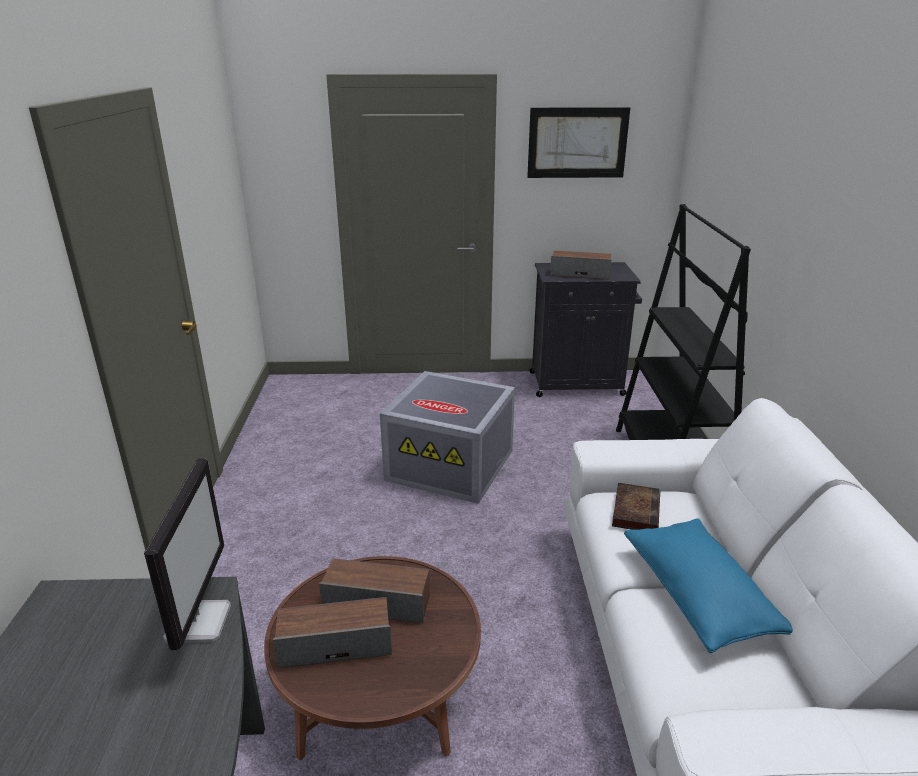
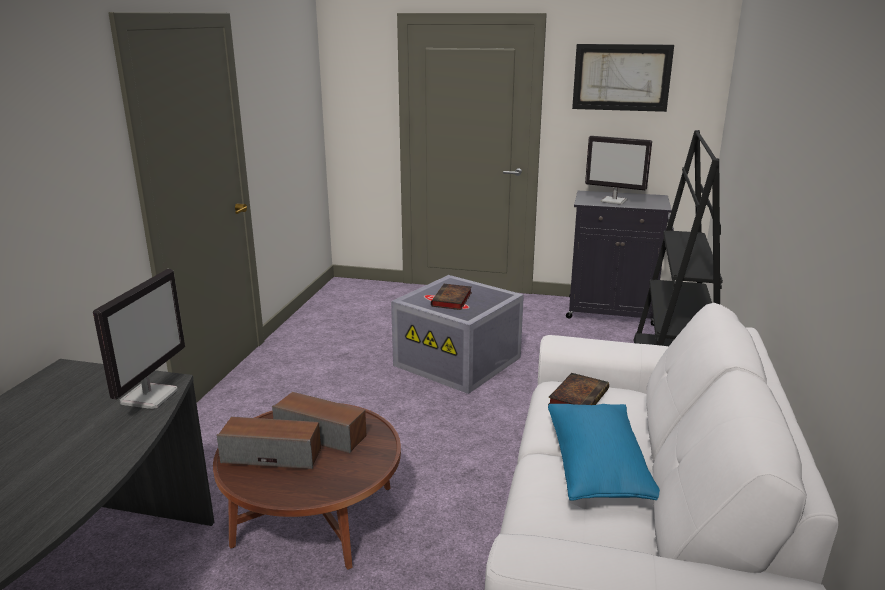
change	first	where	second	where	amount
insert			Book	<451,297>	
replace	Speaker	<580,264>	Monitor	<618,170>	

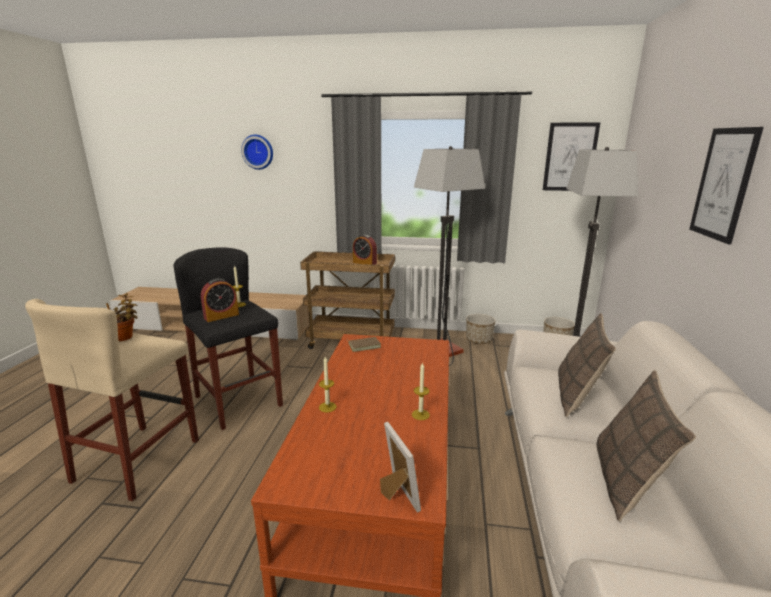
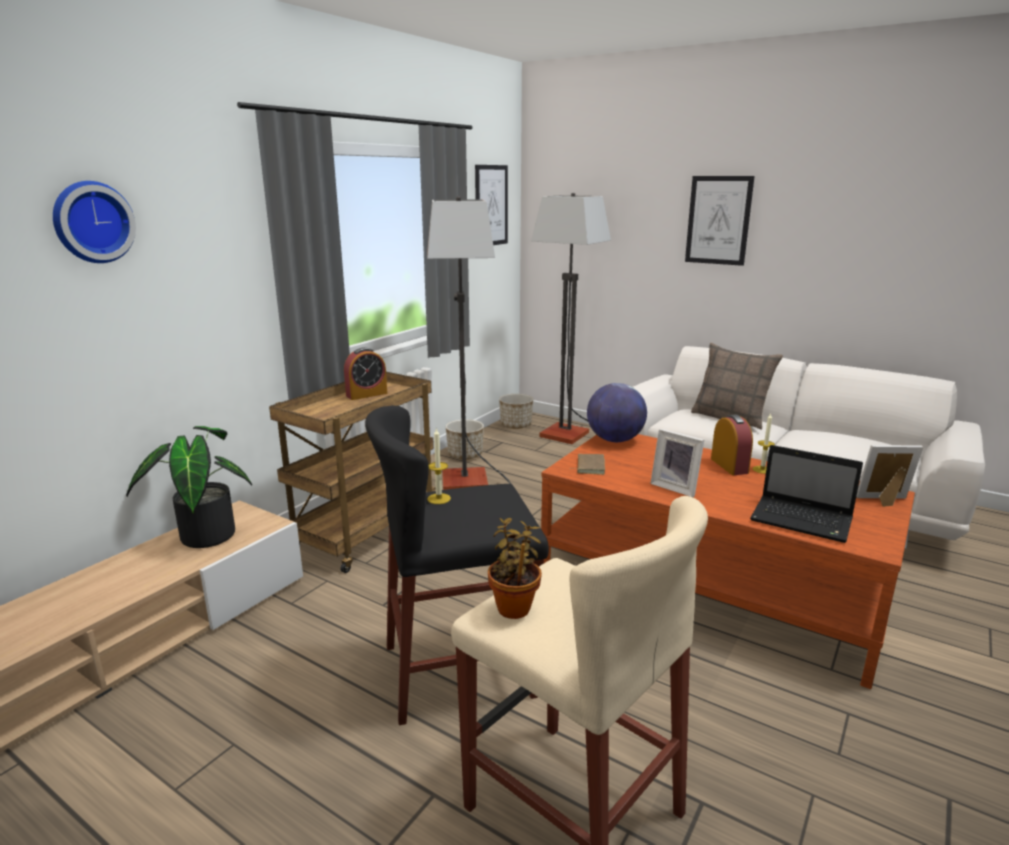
change	first	where	second	where	amount
delete	Candle	<328,385>			
delete	Pillow	<646,446>			
insert			PottedPlant	<189,487>	
insert			Globe	<617,412>	
insert			PictureFrame	<677,462>	
insert			Laptop	<806,494>	
move	AlarmClock	<220,300>		<732,445>	

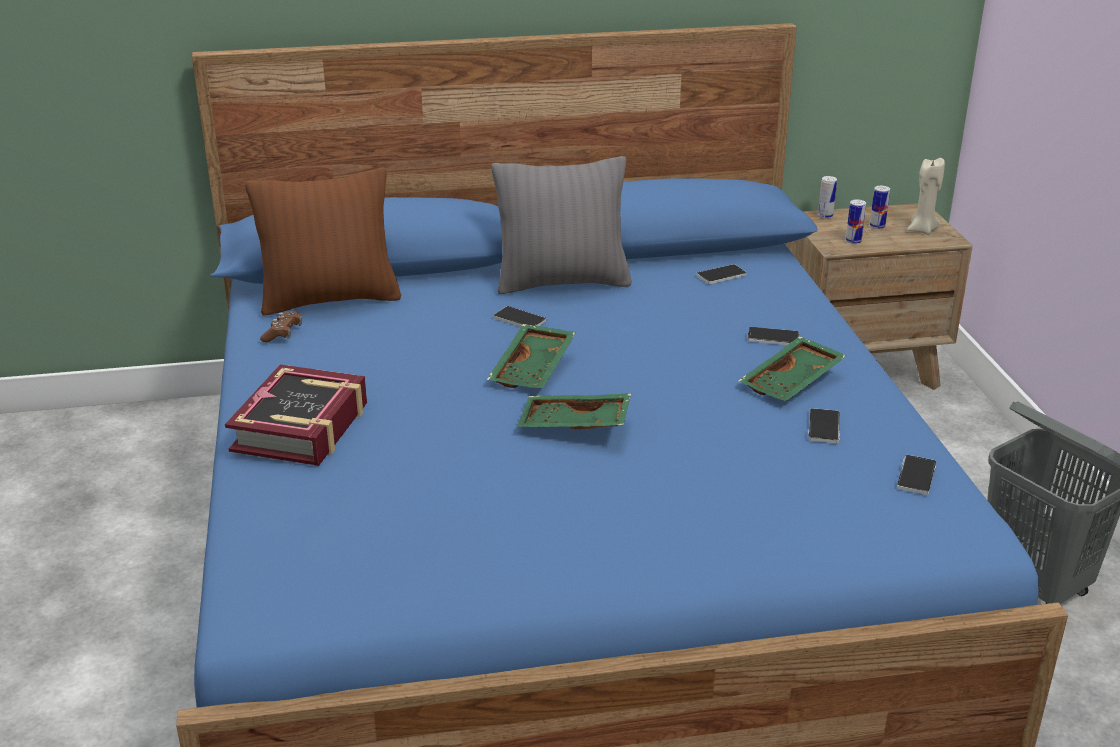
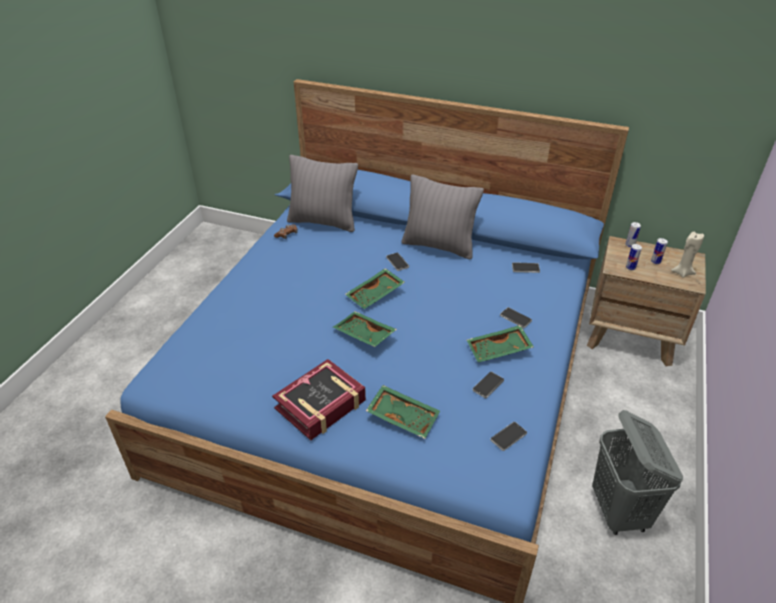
change	first	where	second	where	amount
insert			GreenTray	<403,412>	
move	Book	<296,415>		<319,399>	
recolor	BrownPillow	<323,242>	GreyPillow	<322,193>	

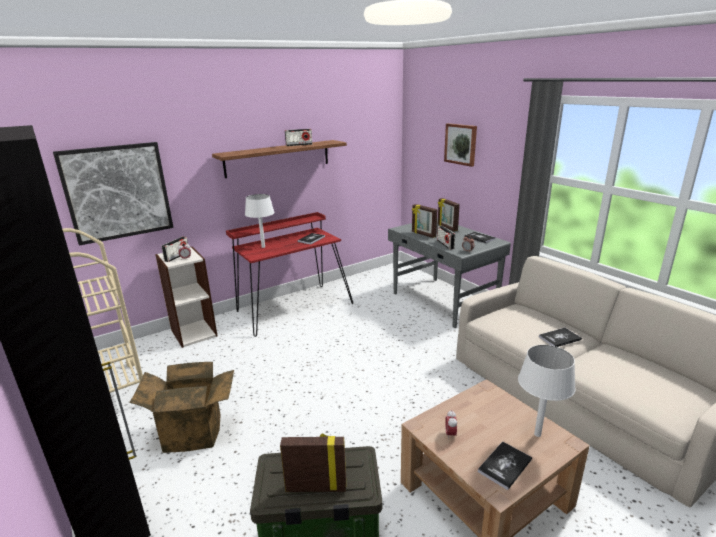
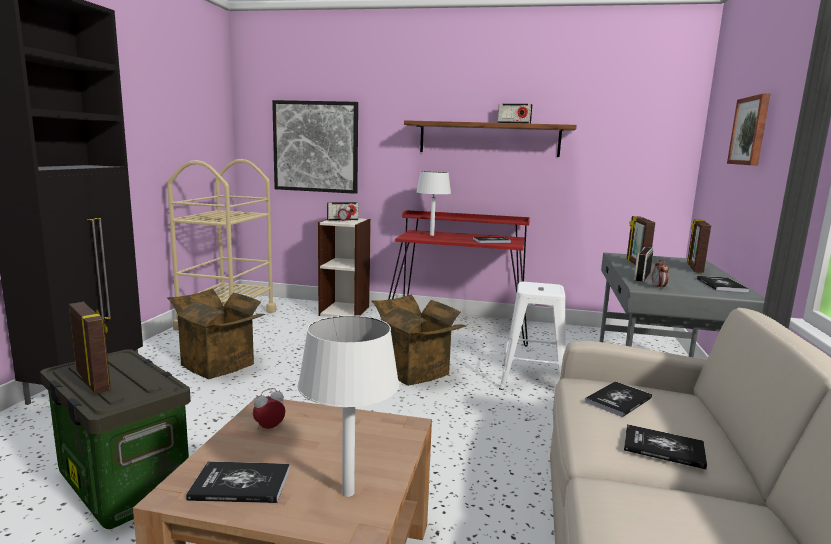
change	first	where	second	where	amount
insert			CardboardBox	<419,340>	
insert			WhiteStool	<532,336>	
insert			Book	<618,399>	

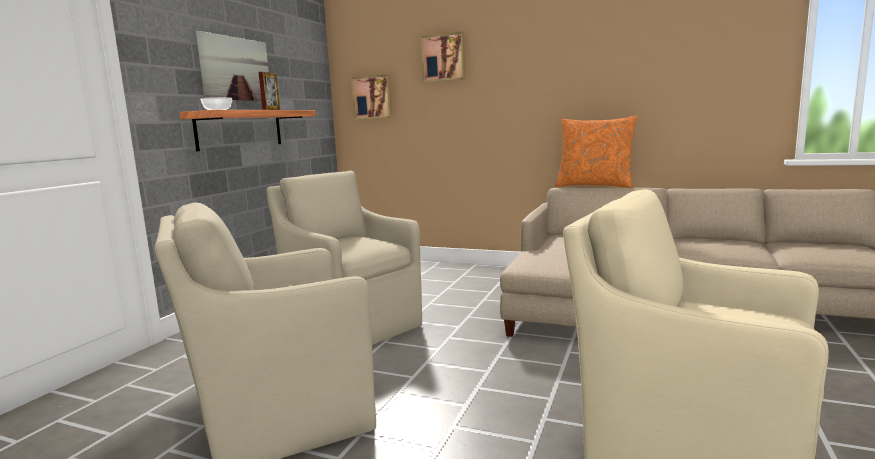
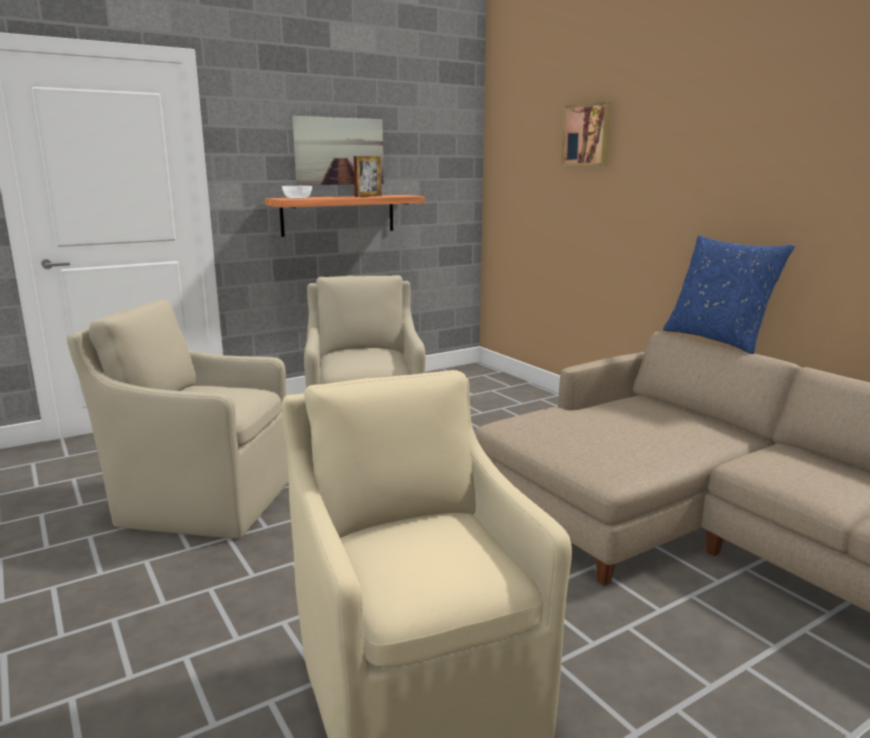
change	first	where	second	where	amount
delete	Picture	<372,97>			
recolor	OrangePillow	<596,152>	BluePillow	<729,294>	

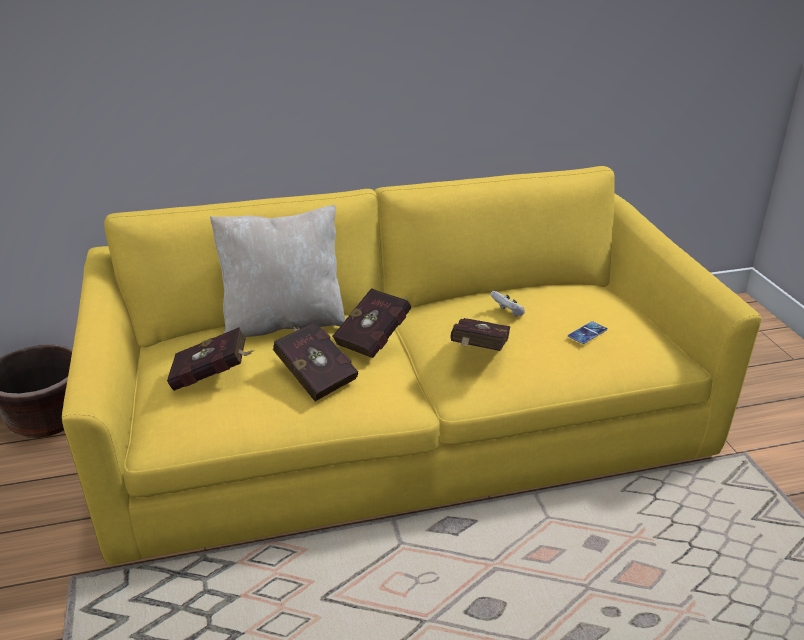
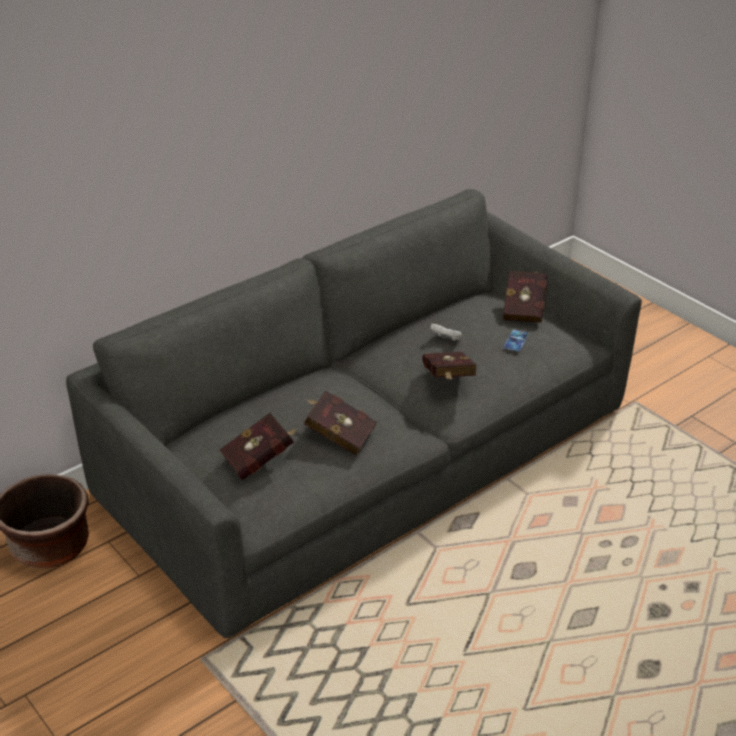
change	first	where	second	where	amount
delete	BeigePillow	<278,271>			
move	RedBook	<371,323>		<525,296>	
recolor	YellowSofa	<412,365>	GreySofa	<354,413>	

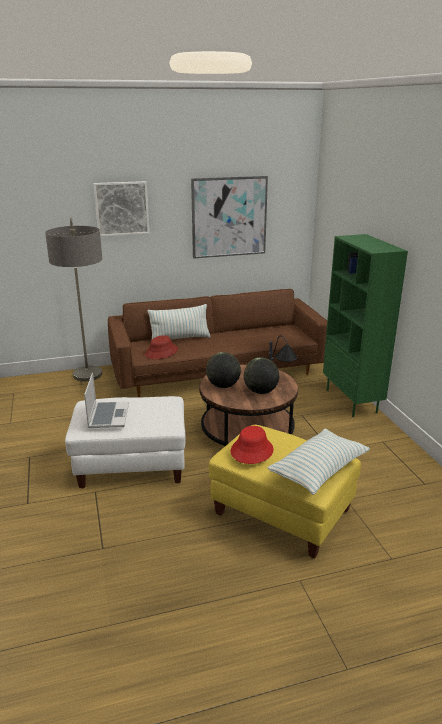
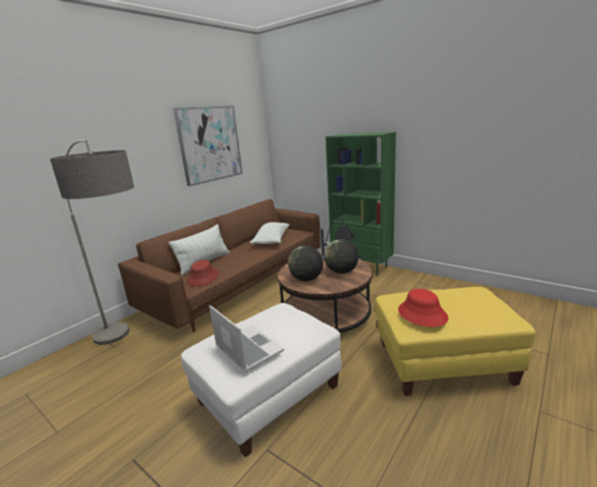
change	first	where	second	where	amount
delete	Picture	<121,209>			
move	Pillow	<318,462>		<269,233>	

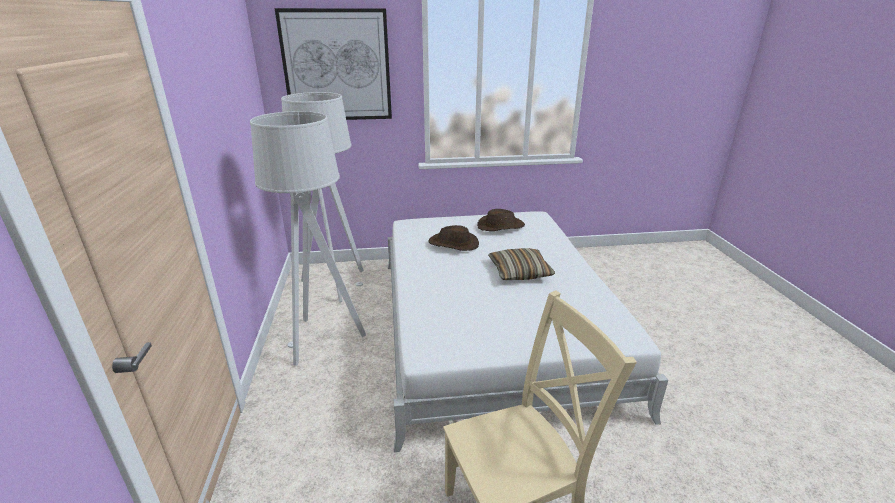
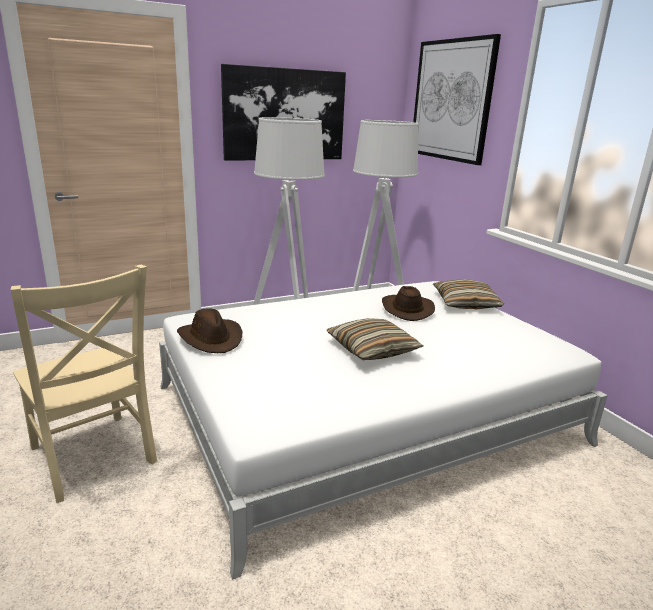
change	first	where	second	where	amount
insert			Picture	<283,112>	
insert			Pillow	<468,294>	
move	BrownHat	<501,220>		<210,330>	

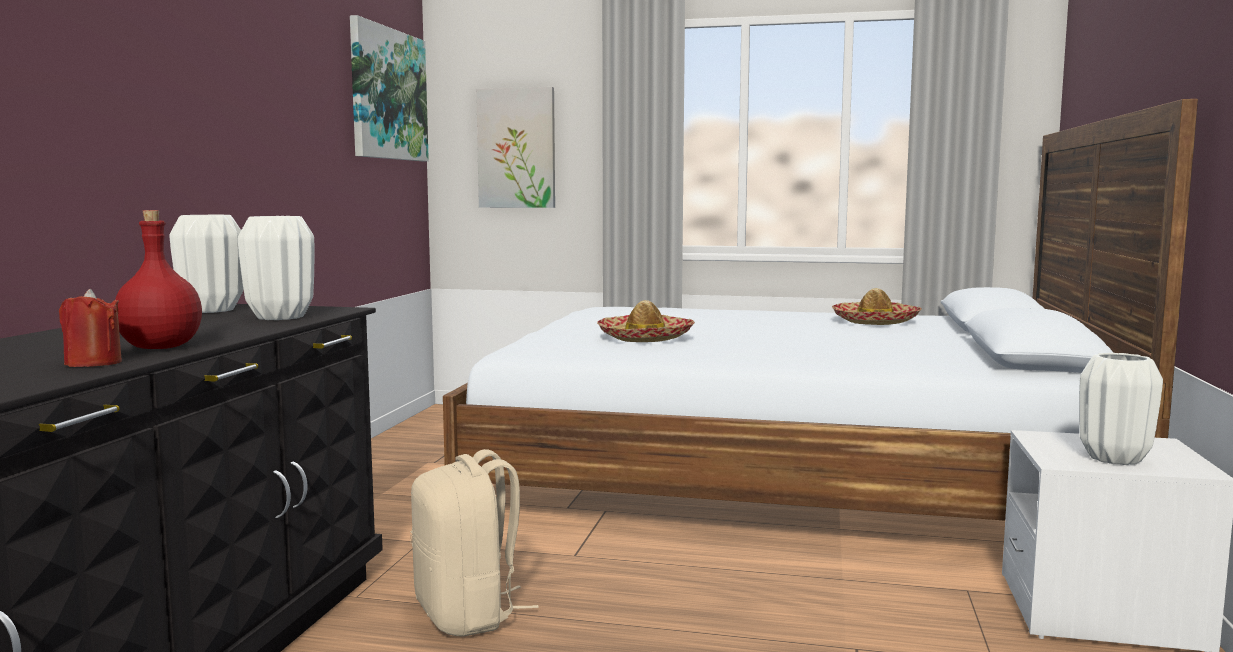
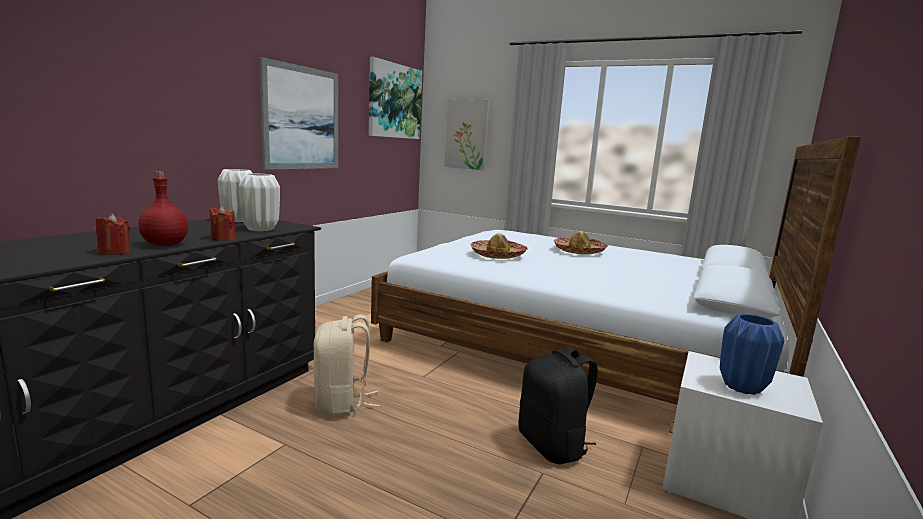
change	first	where	second	where	amount
insert			RedCandle	<222,223>	
insert			Picture	<298,113>	
insert			BlackBackpack	<558,405>	
move	Hat	<877,306>		<581,242>	
recolor	WhiteVase	<1121,409>	BlueVase	<752,354>	

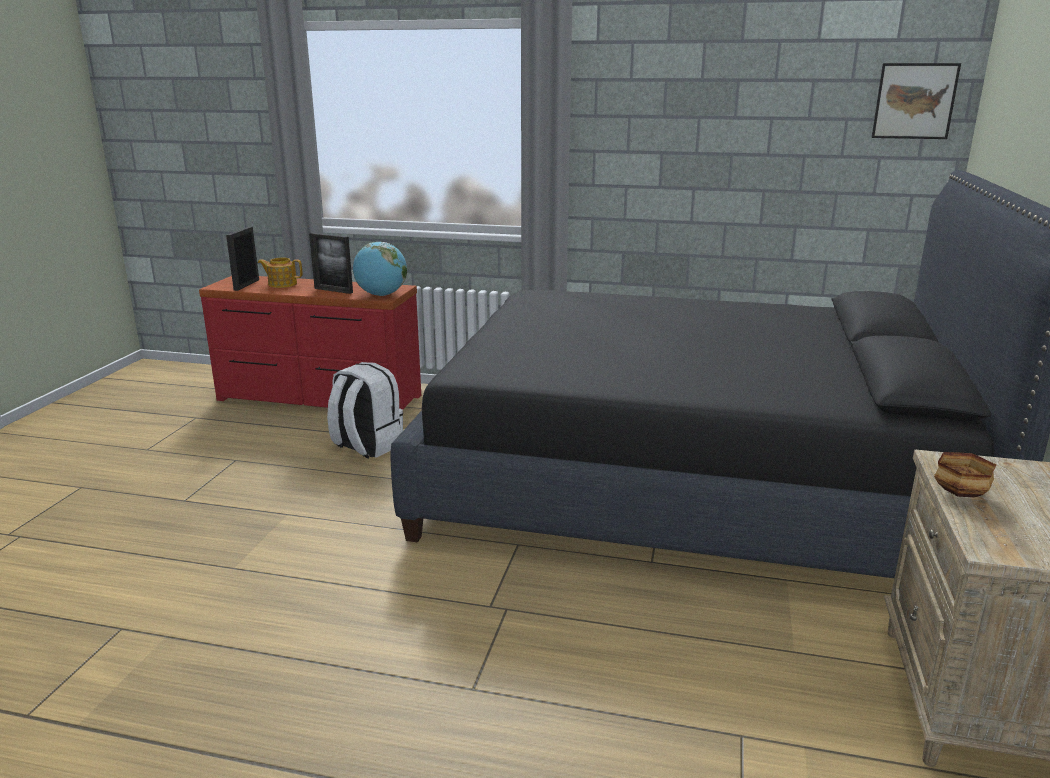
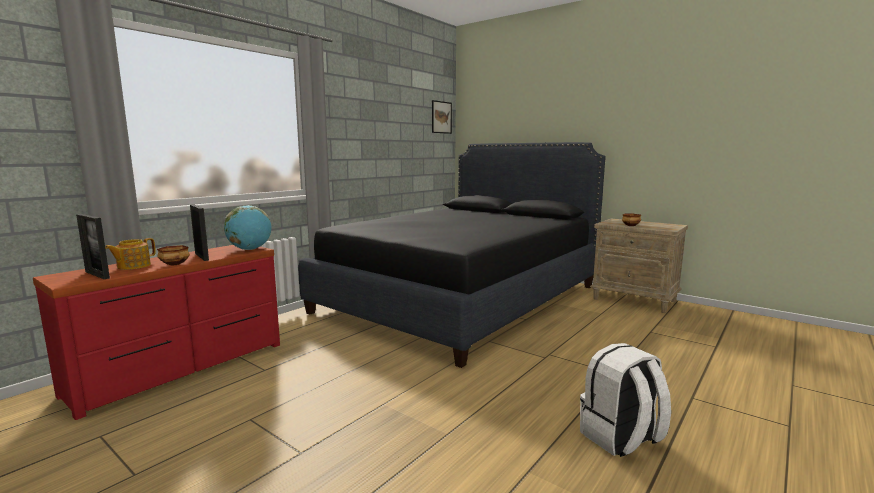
change	first	where	second	where	amount
insert			Bowl	<173,255>	
move	WhiteBackpack	<365,410>		<625,400>	
rotate	PictureFrame	<331,263>		<199,233>	90 degrees counterclockwise

